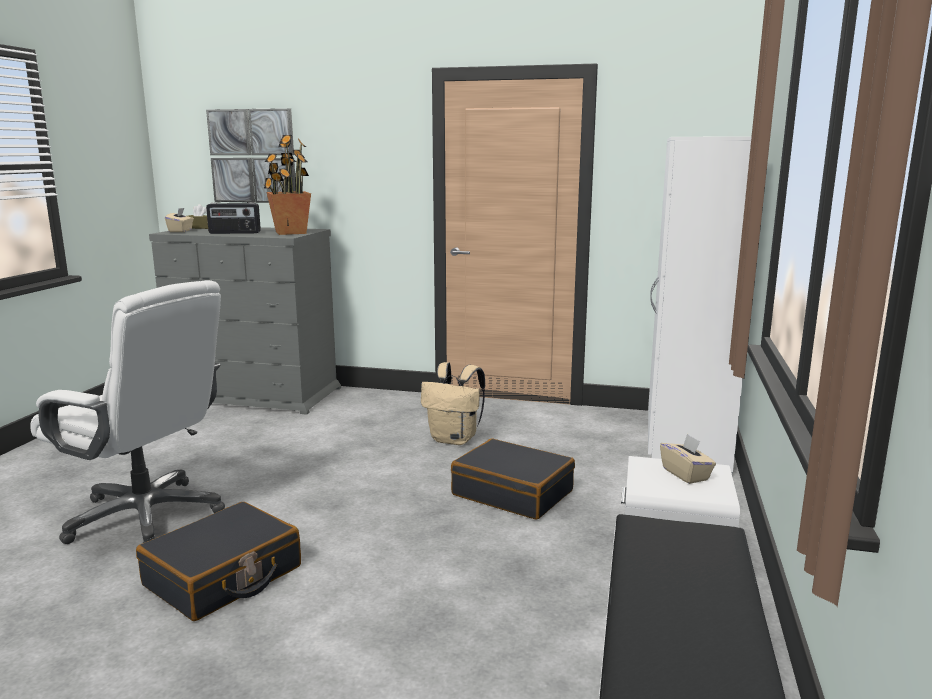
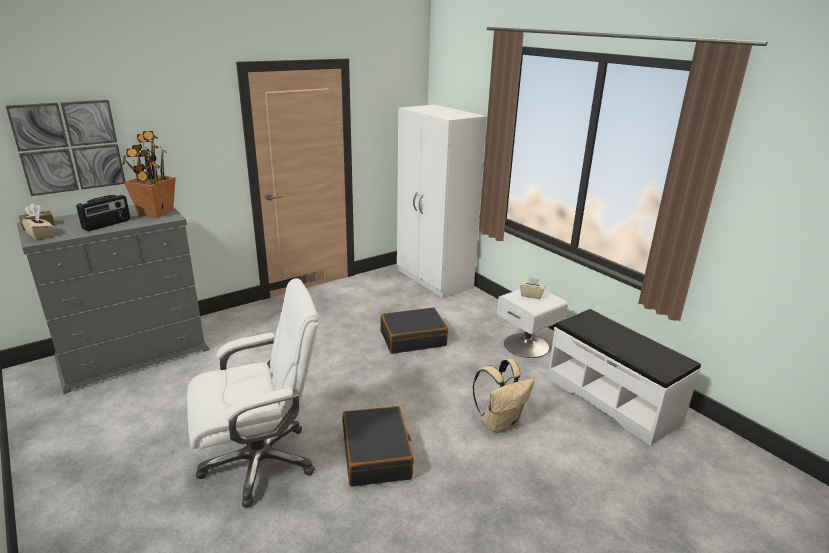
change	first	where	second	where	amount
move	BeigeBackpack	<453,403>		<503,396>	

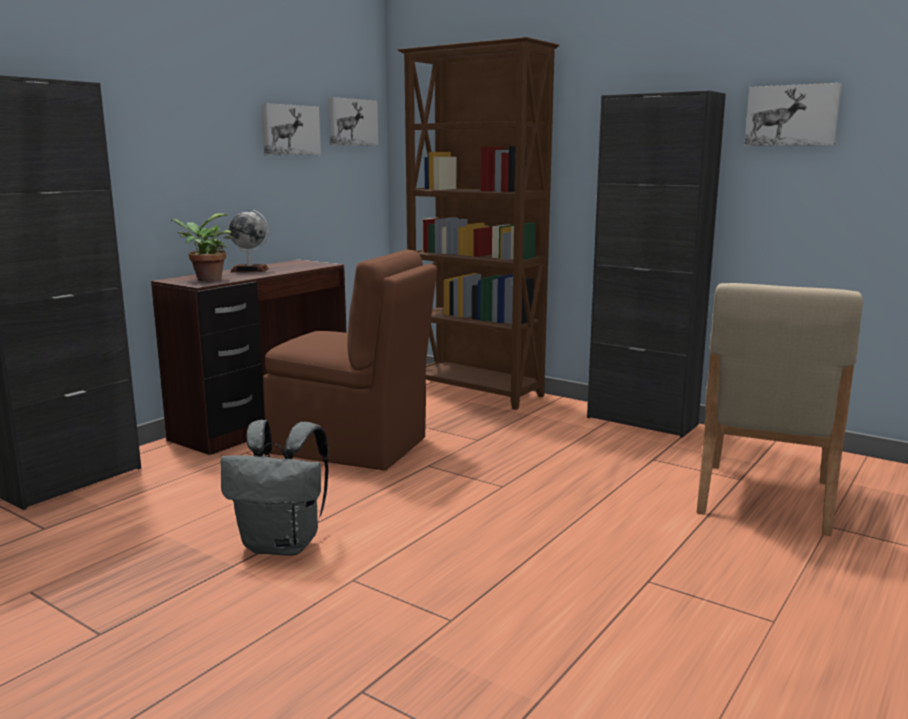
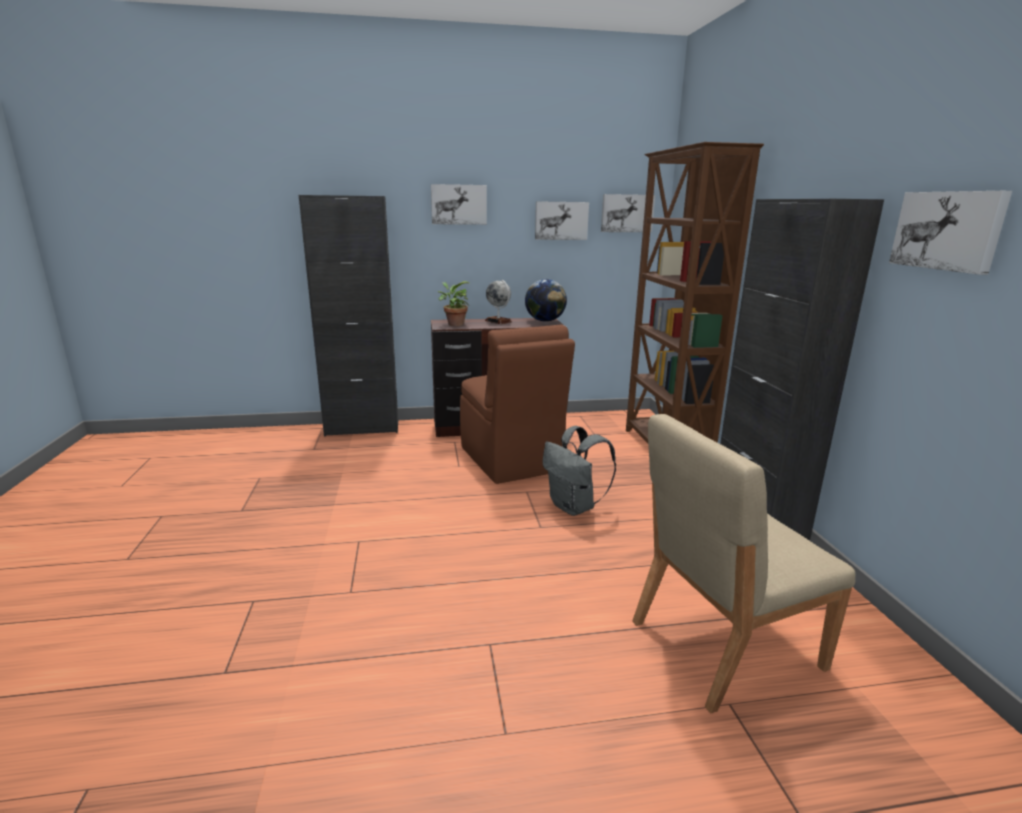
change	first	where	second	where	amount
insert			Picture	<459,204>	
insert			Globe	<546,300>	
move	GreyBackpack	<275,488>		<579,471>	

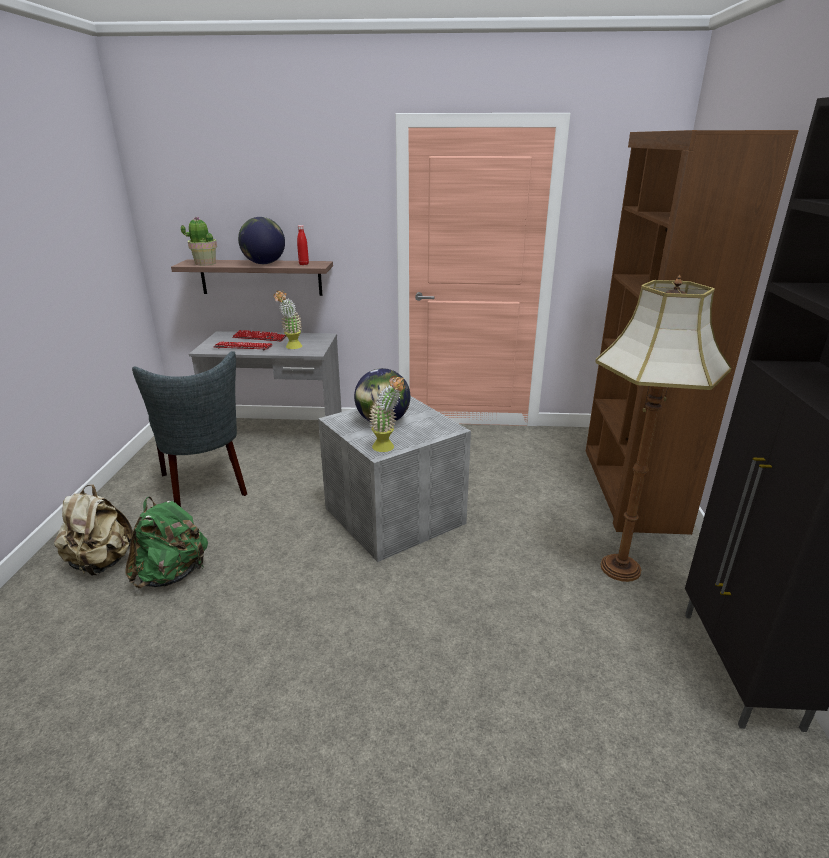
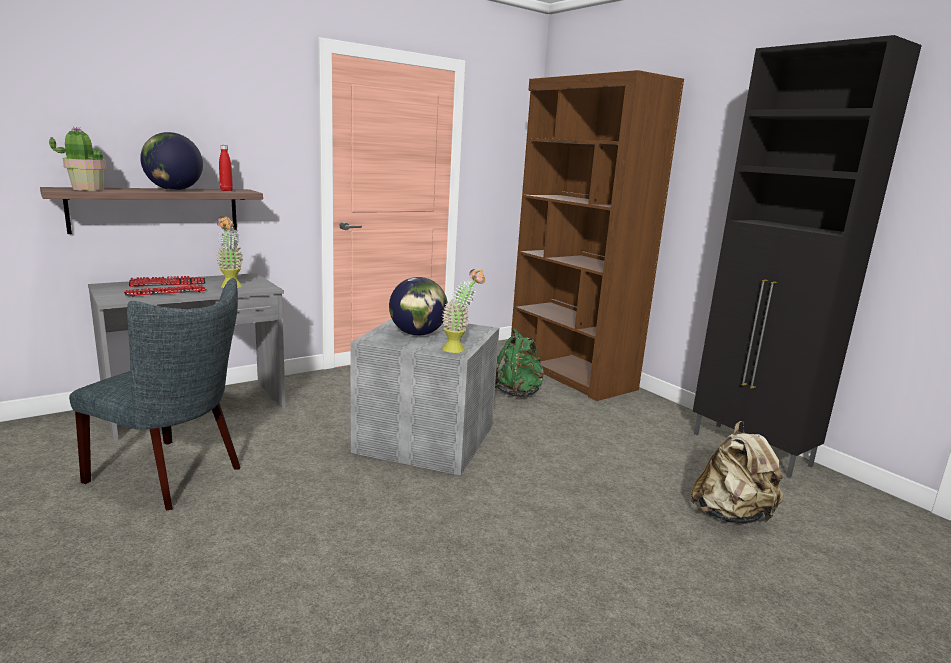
change	first	where	second	where	amount
delete	FloorLamp	<663,428>			
move	BeigeBackpack	<93,530>		<738,472>	
move	GreenBackpack	<166,542>		<519,362>	

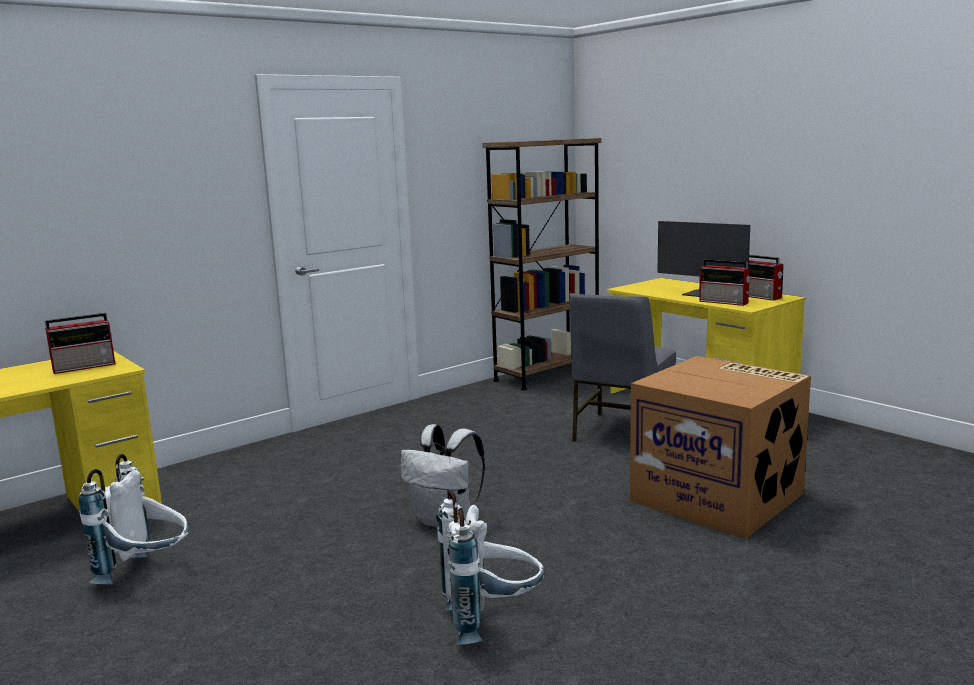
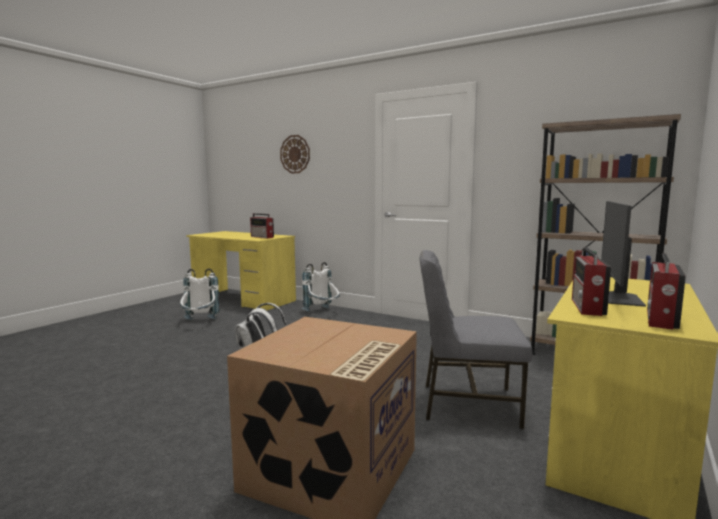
change	first	where	second	where	amount
insert			WallClock	<295,154>	
move	WhiteBackpack	<491,568>		<321,287>	

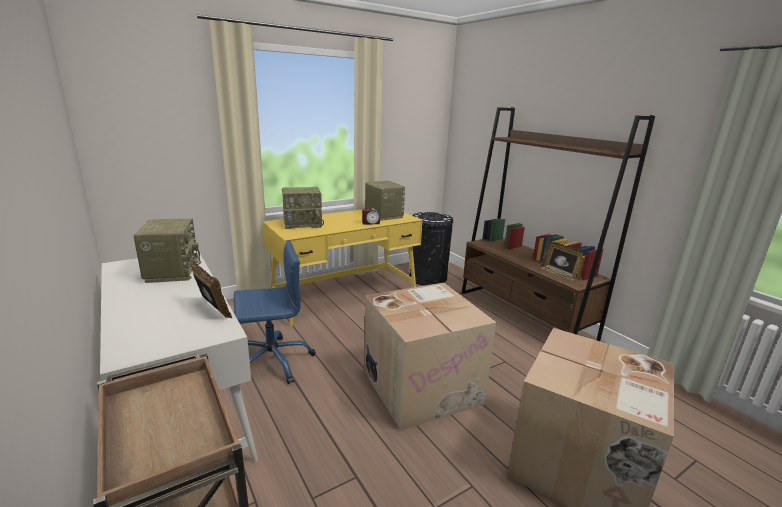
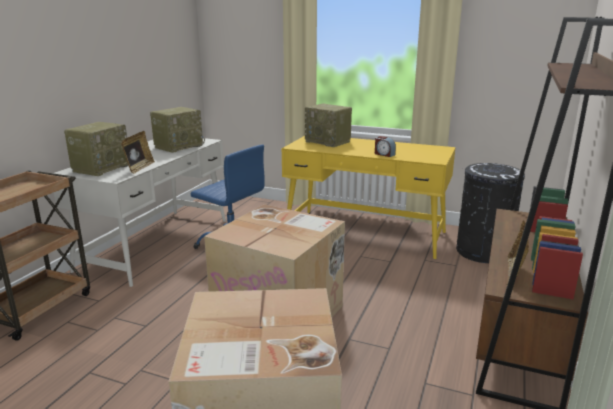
change	first	where	second	where	amount
move	Radio	<385,201>		<96,149>	

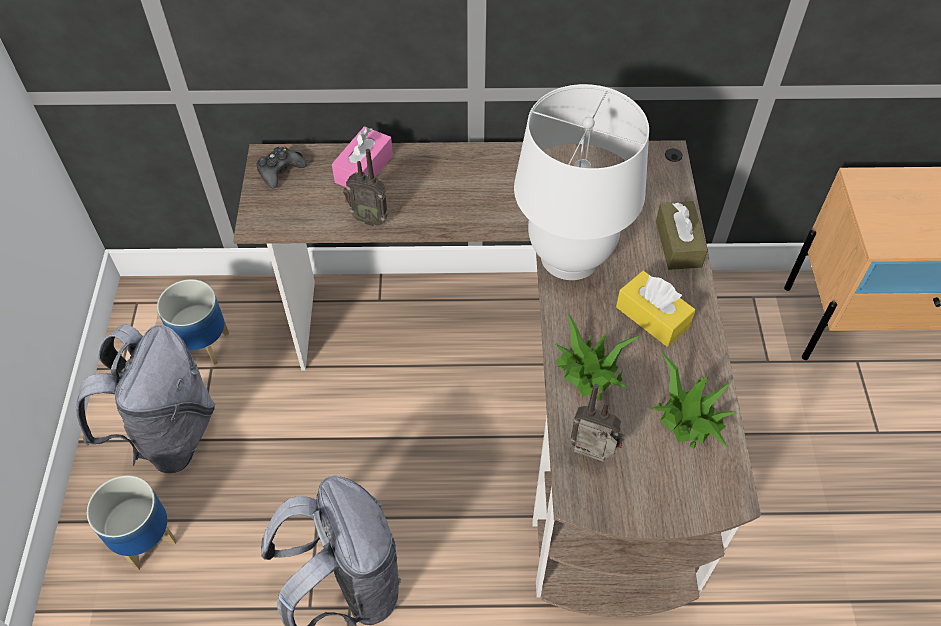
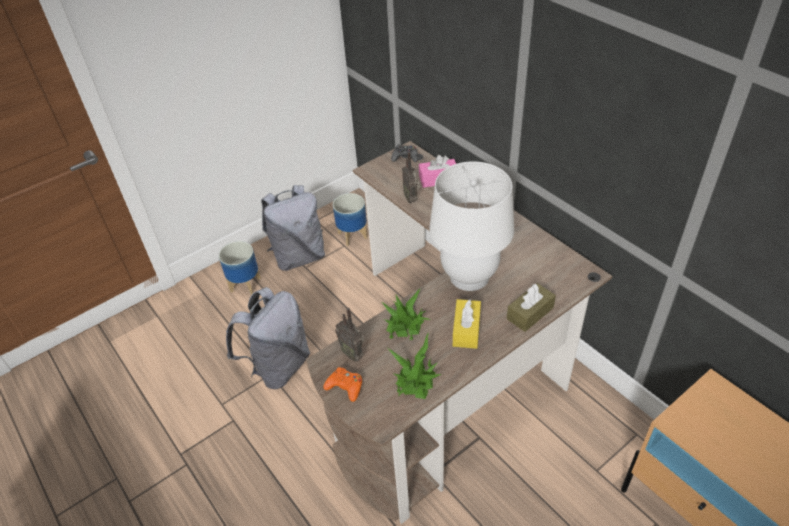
change	first	where	second	where	amount
insert			OrangeGameController	<342,384>	
rotate	Radio	<597,423>		<349,334>	150 degrees clockwise

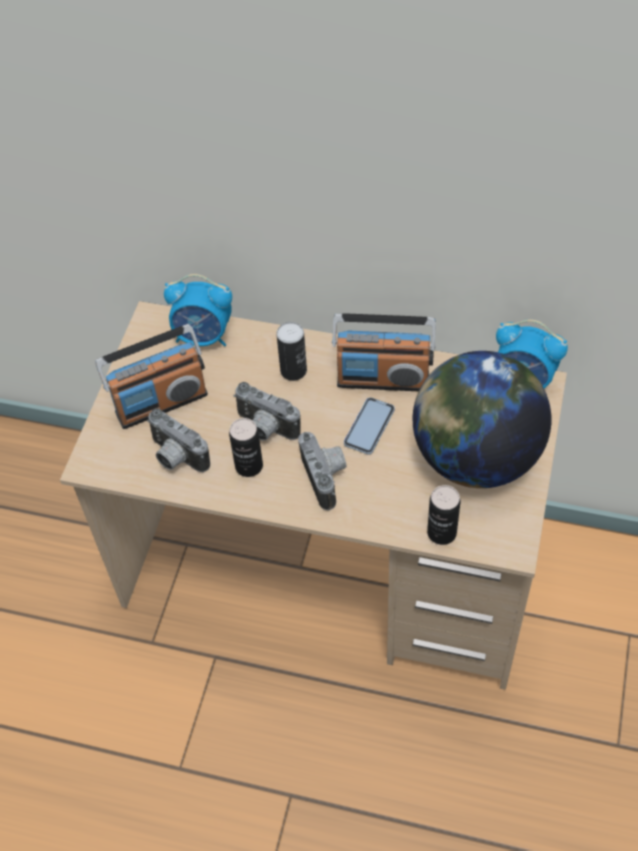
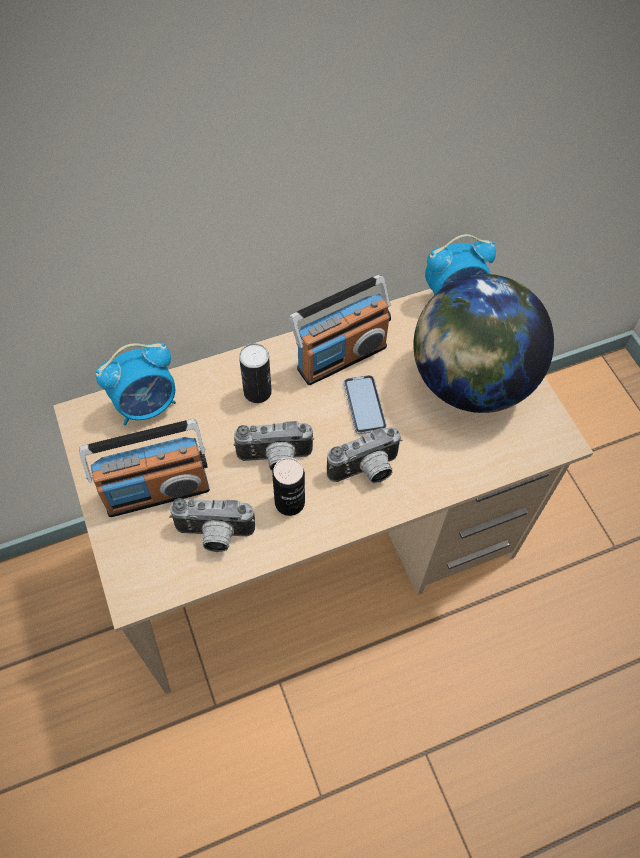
change	first	where	second	where	amount
delete	Can	<443,515>			
rotate	Radio	<151,376>		<144,468>	45 degrees clockwise
rotate	PhotoCamera	<322,471>		<364,455>	120 degrees clockwise

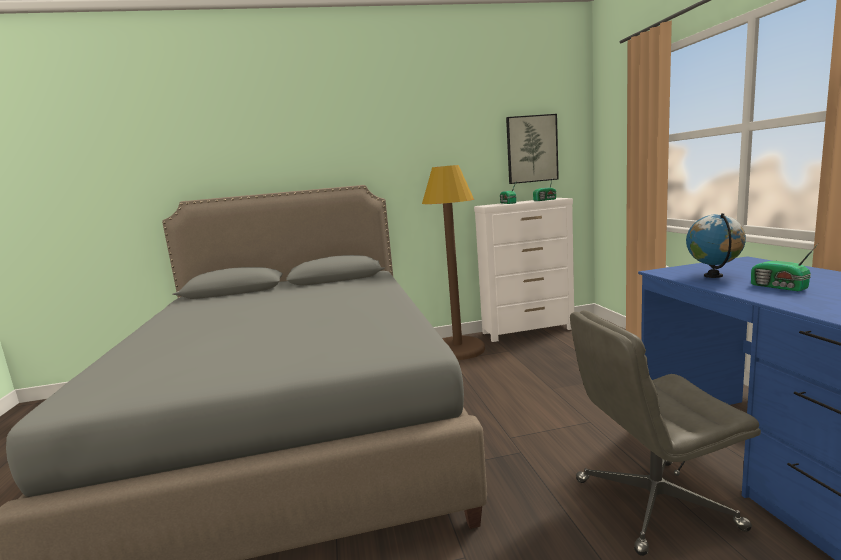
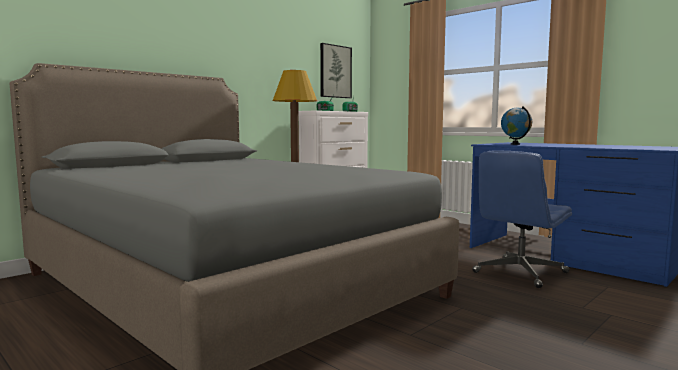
change	first	where	second	where	amount
delete	Radio	<784,267>			
recolor	GreyOfficeChair	<665,433>	BlueOfficeChair	<522,219>	

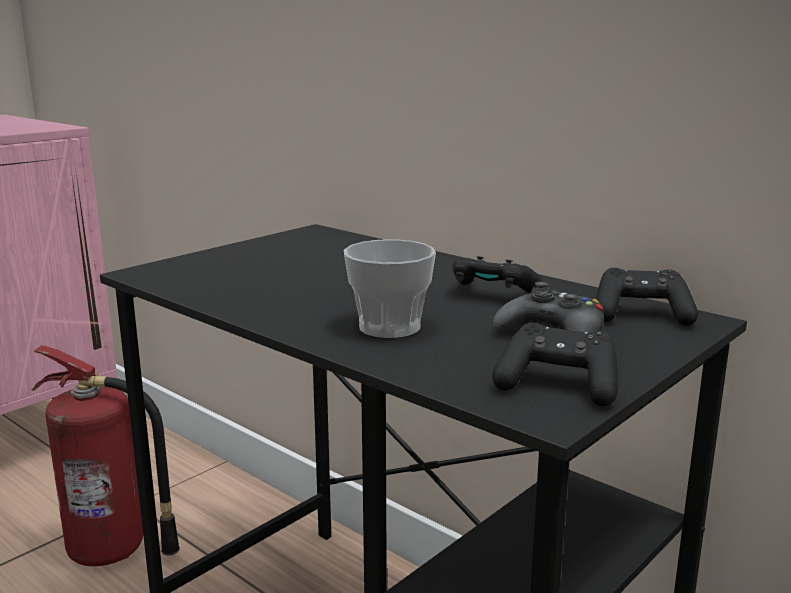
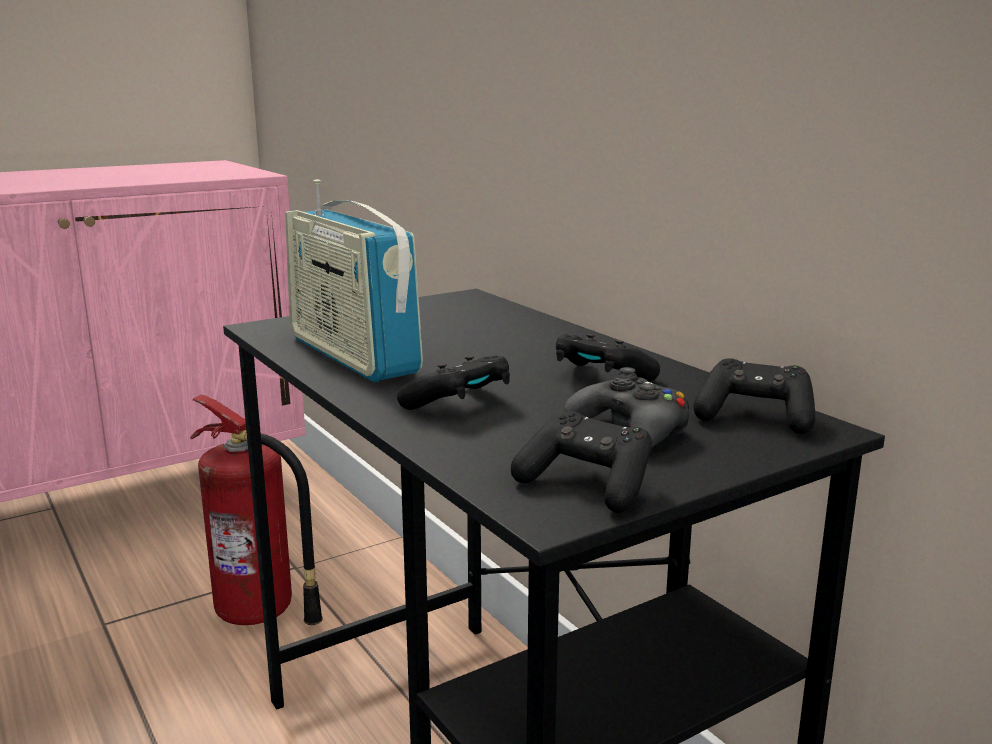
change	first	where	second	where	amount
insert			Radio	<354,280>	
replace	Cup	<390,288>	BlackGameController	<453,383>	

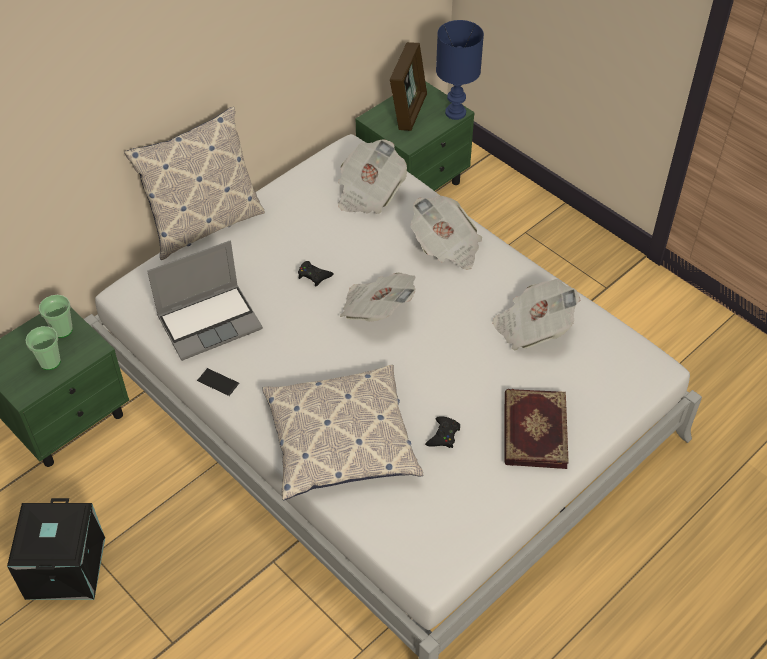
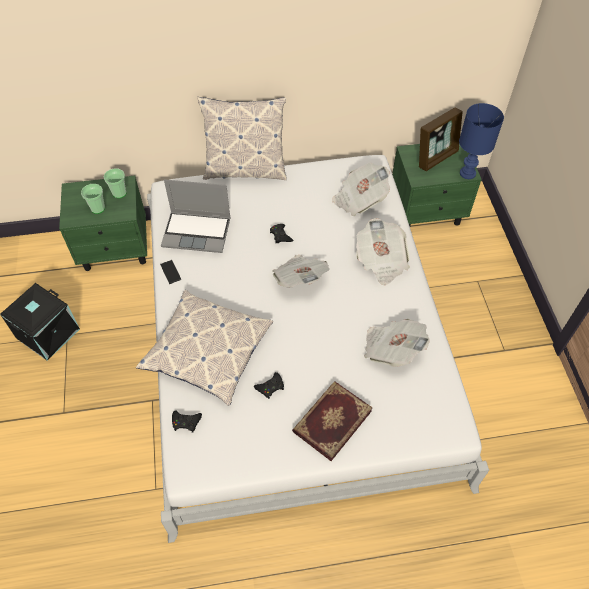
change	first	where	second	where	amount
insert			BlackGameController	<187,421>	

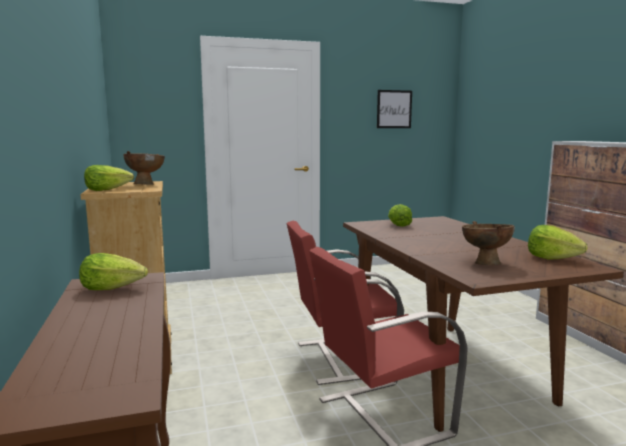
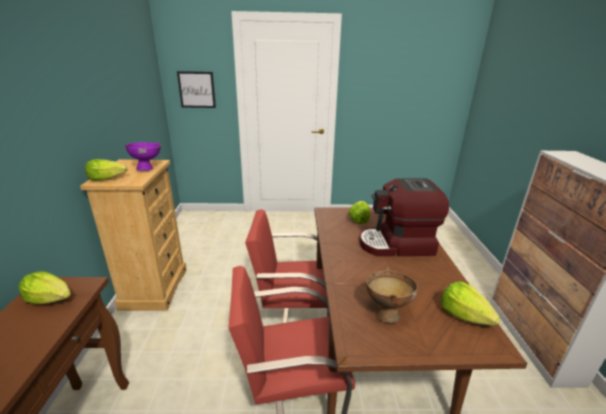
change	first	where	second	where	amount
insert			CoffeeMachine	<404,217>	
move	Picture	<394,109>		<196,89>	
recolor	BrownBowl	<144,168>	PurpleBowl	<143,156>	

